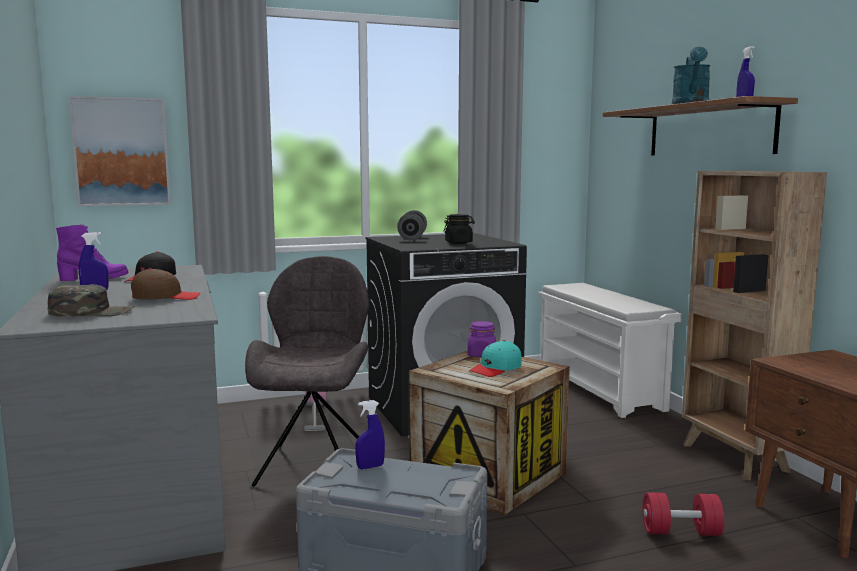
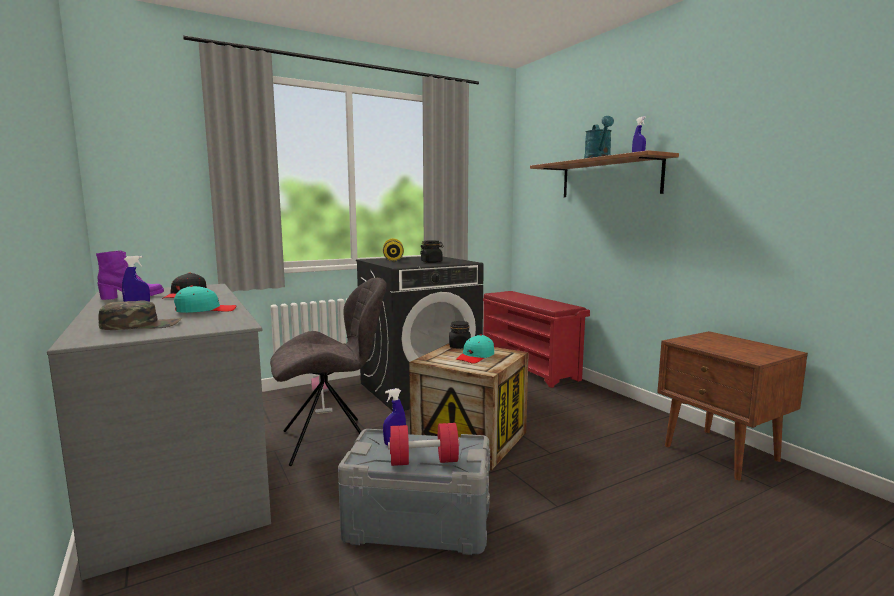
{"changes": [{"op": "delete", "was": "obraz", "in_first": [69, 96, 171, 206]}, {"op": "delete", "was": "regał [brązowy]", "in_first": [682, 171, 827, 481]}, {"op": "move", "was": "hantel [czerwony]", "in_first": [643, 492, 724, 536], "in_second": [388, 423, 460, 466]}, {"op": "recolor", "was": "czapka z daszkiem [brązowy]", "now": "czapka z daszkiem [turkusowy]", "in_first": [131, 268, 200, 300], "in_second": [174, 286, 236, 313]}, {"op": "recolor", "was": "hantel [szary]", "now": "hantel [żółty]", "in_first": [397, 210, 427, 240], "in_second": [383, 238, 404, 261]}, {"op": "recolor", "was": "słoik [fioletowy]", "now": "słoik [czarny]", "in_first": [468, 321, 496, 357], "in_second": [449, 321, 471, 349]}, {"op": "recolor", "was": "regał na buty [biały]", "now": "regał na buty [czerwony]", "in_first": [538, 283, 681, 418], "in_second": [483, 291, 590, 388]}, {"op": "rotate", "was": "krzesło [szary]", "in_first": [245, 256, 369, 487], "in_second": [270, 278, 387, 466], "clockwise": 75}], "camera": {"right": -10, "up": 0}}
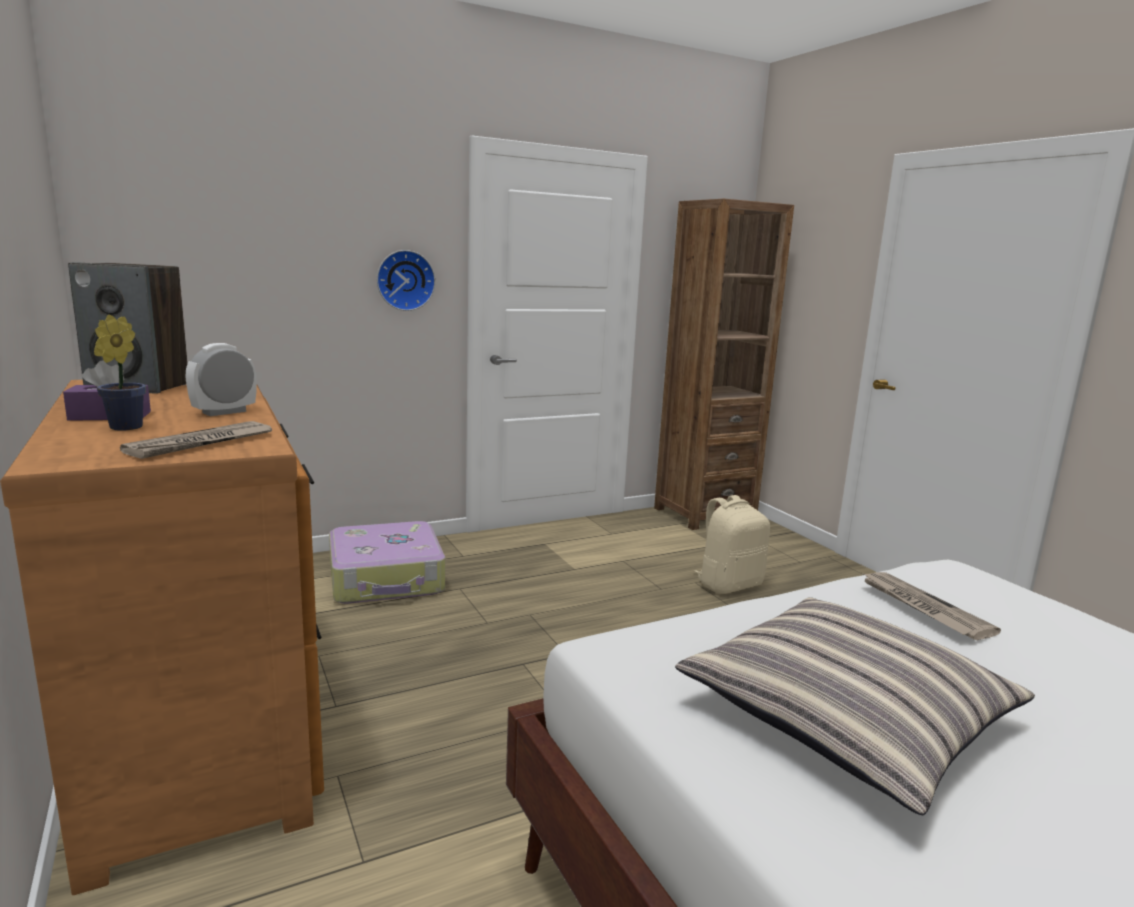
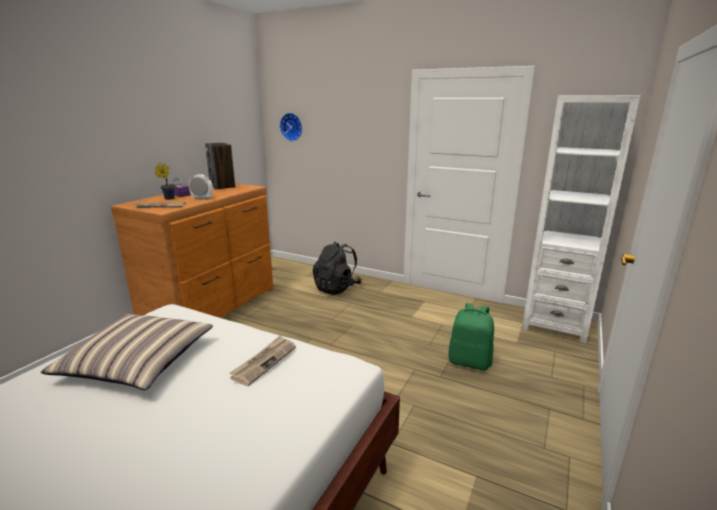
{"changes": [{"op": "move", "was": "zegar ścienny", "in_first": [377, 250, 436, 311], "in_second": [280, 113, 302, 141]}, {"op": "replace", "was": "walizka", "now": "plecak [czarny]", "in_first": [329, 521, 445, 604], "in_second": [313, 242, 362, 295]}, {"op": "recolor", "was": "regał [brązowy]", "now": "regał [biały]", "in_first": [654, 199, 794, 530], "in_second": [522, 95, 640, 343]}, {"op": "recolor", "was": "plecak [beżowy]", "now": "plecak [zielony]", "in_first": [694, 495, 770, 594], "in_second": [448, 303, 494, 371]}], "camera": {"right": 55, "up": 5}}
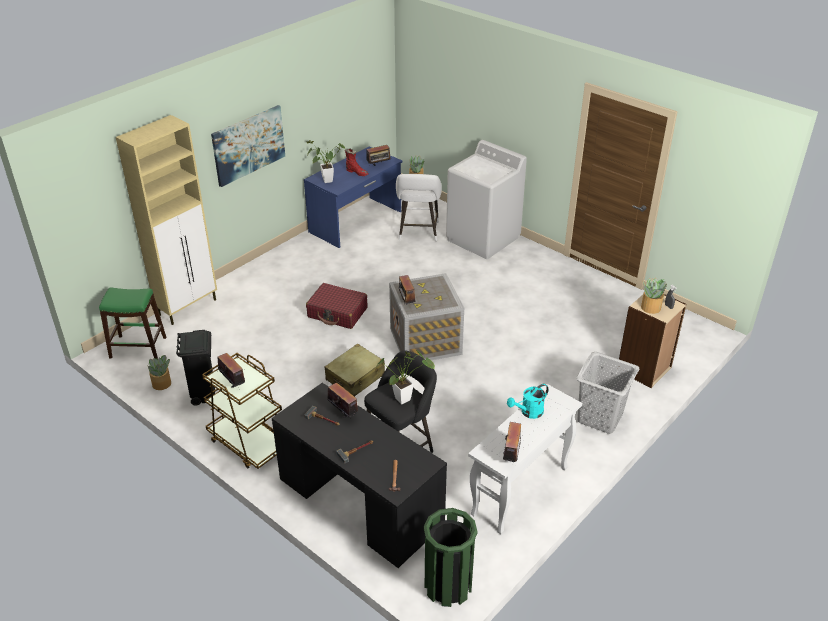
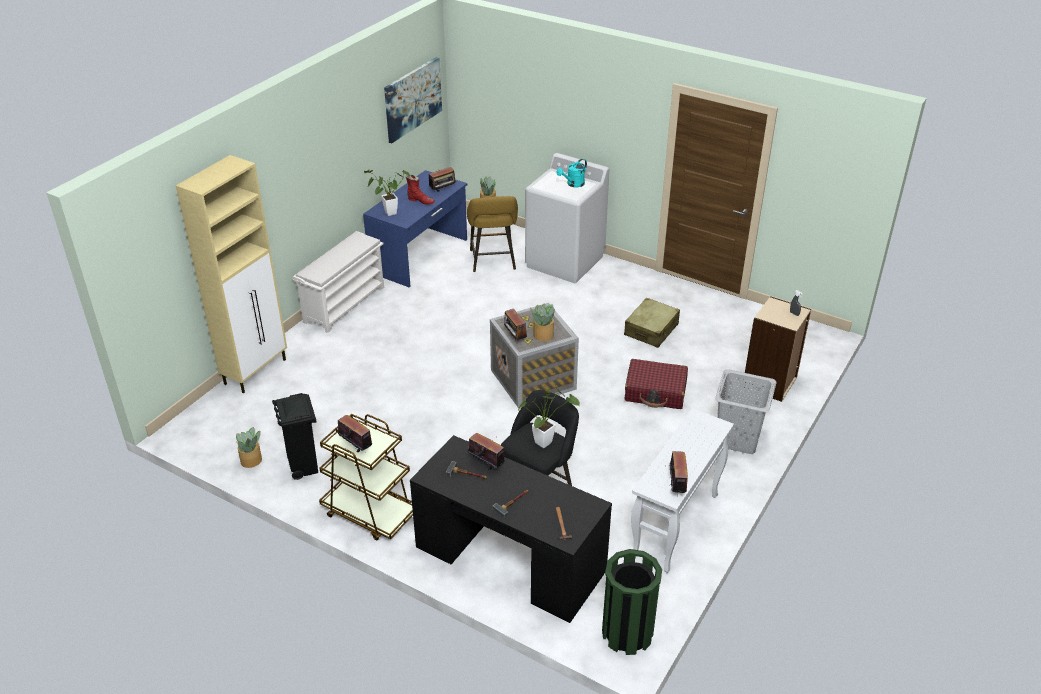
{"changes": [{"op": "delete", "was": "stołek [zielony]", "in_first": [99, 288, 166, 359]}, {"op": "insert", "now": "regał na buty [biały]", "in_second": [293, 231, 384, 333]}, {"op": "move", "was": "obraz", "in_first": [211, 105, 285, 187], "in_second": [384, 57, 442, 143]}, {"op": "move", "was": "walizka [czerwony]", "in_first": [306, 283, 368, 329], "in_second": [625, 359, 688, 409]}, {"op": "move", "was": "walizka [beżowy]", "in_first": [325, 344, 385, 397], "in_second": [624, 298, 680, 348]}, {"op": "move", "was": "konewka [turkusowy]", "in_first": [507, 384, 549, 419], "in_second": [557, 159, 587, 187]}, {"op": "move", "was": "roślina doniczkowa", "in_first": [641, 278, 667, 314], "in_second": [530, 304, 555, 341]}, {"op": "recolor", "was": "stołek [biały]", "now": "stołek [żółty]", "in_first": [396, 174, 442, 242], "in_second": [467, 196, 518, 272]}], "camera": {"right": -10, "up": 0}}
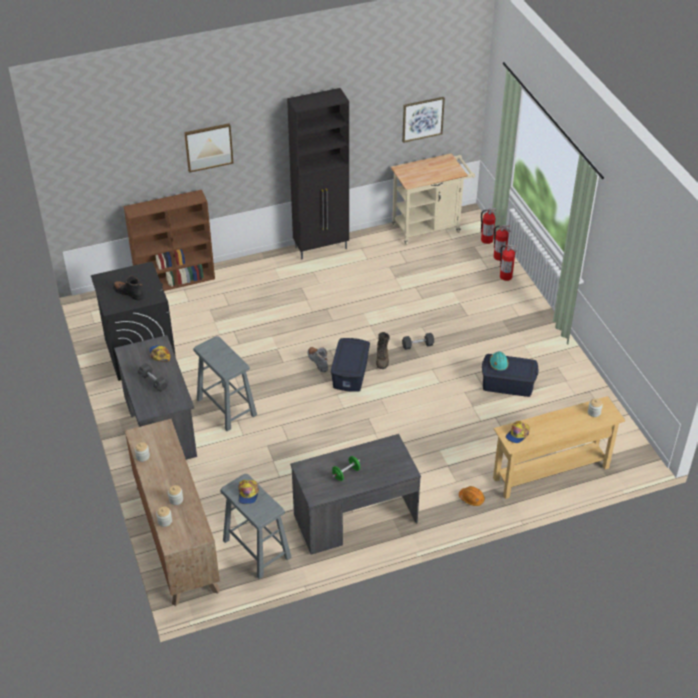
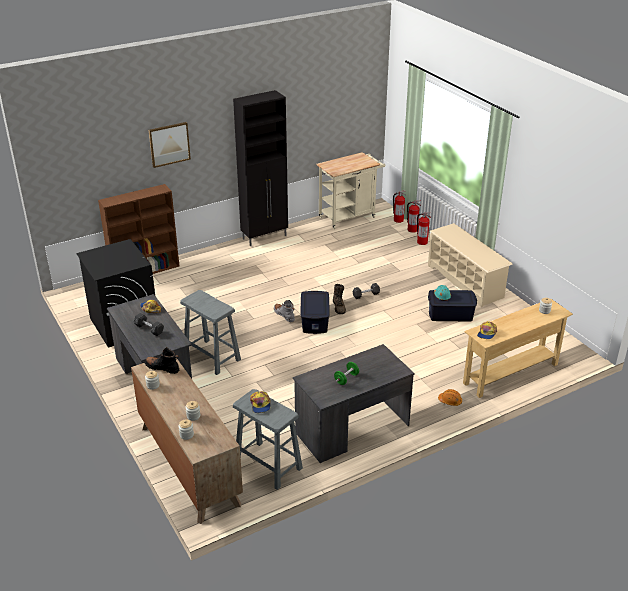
{"changes": [{"op": "delete", "was": "obraz", "in_first": [402, 97, 445, 143]}, {"op": "insert", "now": "regał na buty [beżowy]", "in_second": [428, 223, 513, 307]}, {"op": "move", "was": "but z cholewką [czarny]", "in_first": [113, 275, 144, 300], "in_second": [145, 347, 179, 374]}], "camera": {"right": -10, "up": -10}}
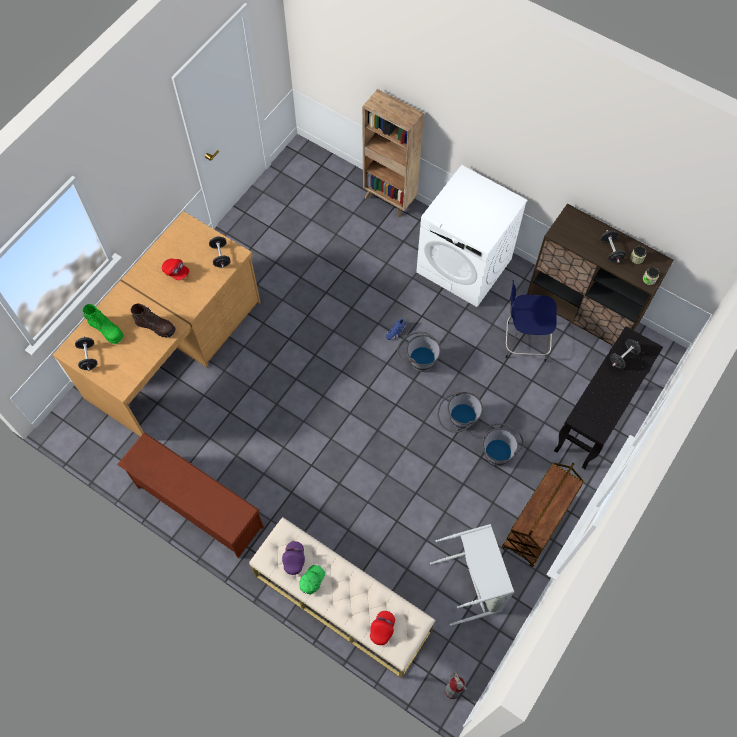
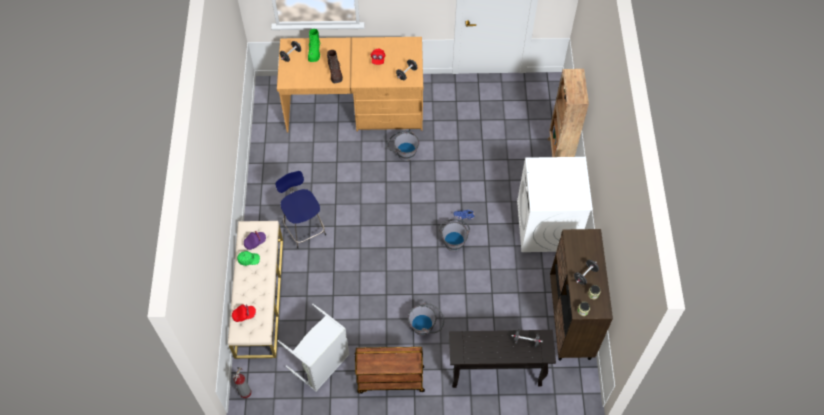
{"changes": [{"op": "delete", "was": "regał na buty [brązowy]", "in_first": [117, 432, 264, 558]}, {"op": "move", "was": "wiadro [szary]", "in_first": [437, 392, 483, 433], "in_second": [387, 130, 419, 161]}, {"op": "move", "was": "stołek [niebieski]", "in_first": [505, 280, 557, 362], "in_second": [276, 171, 326, 249]}], "camera": {"right": 55, "up": -5}}
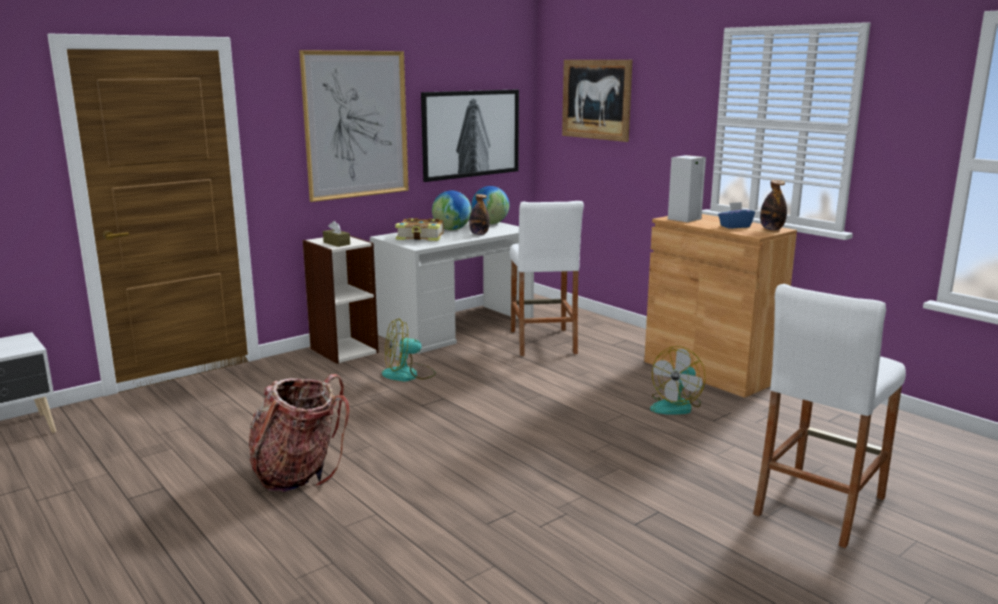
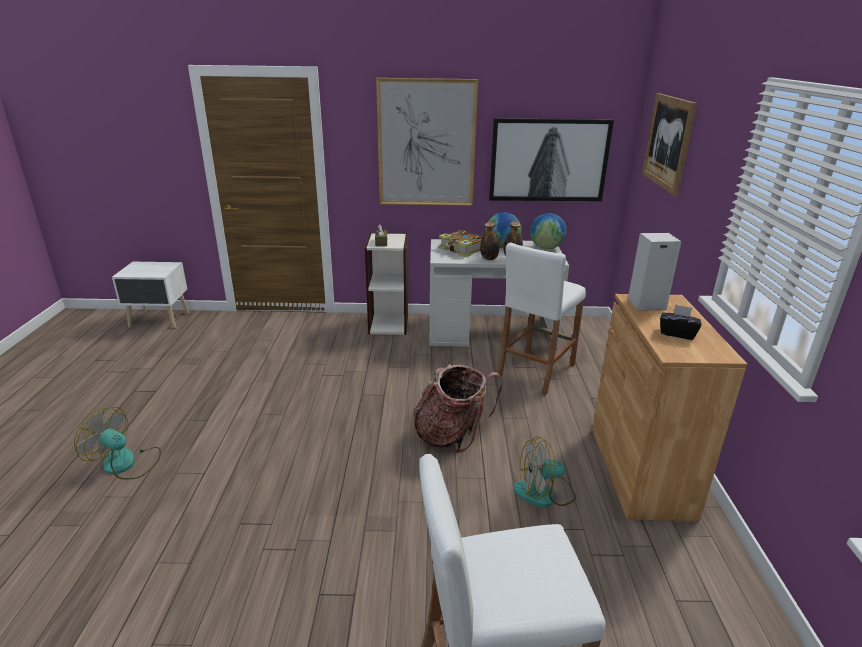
{"changes": [{"op": "move", "was": "plecak", "in_first": [249, 374, 350, 492], "in_second": [413, 364, 503, 453]}, {"op": "move", "was": "wentylator", "in_first": [382, 319, 436, 381], "in_second": [74, 407, 161, 479]}, {"op": "move", "was": "butelka", "in_first": [760, 180, 787, 230], "in_second": [480, 222, 499, 260]}, {"op": "recolor", "was": "pudełko chusteczek [niebieski]", "now": "pudełko chusteczek [czarny]", "in_first": [718, 202, 755, 229], "in_second": [660, 304, 701, 340]}], "camera": {"right": 40, "up": 10}}
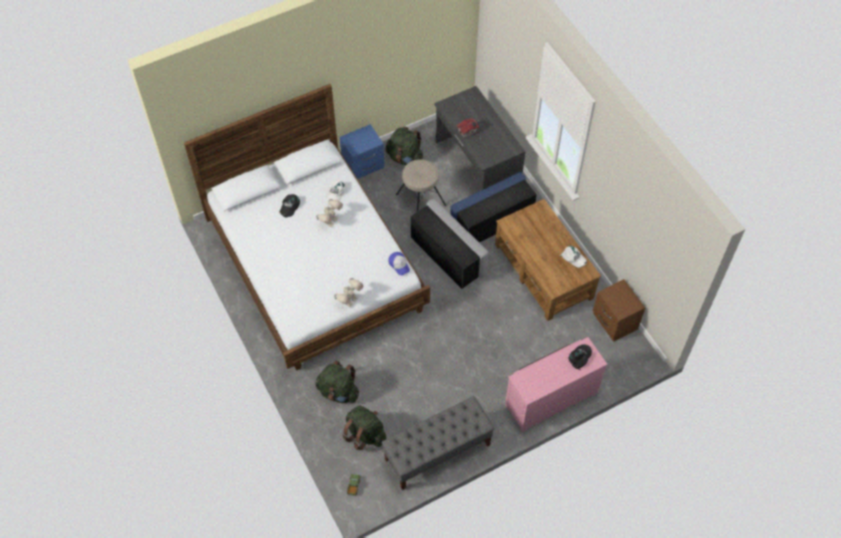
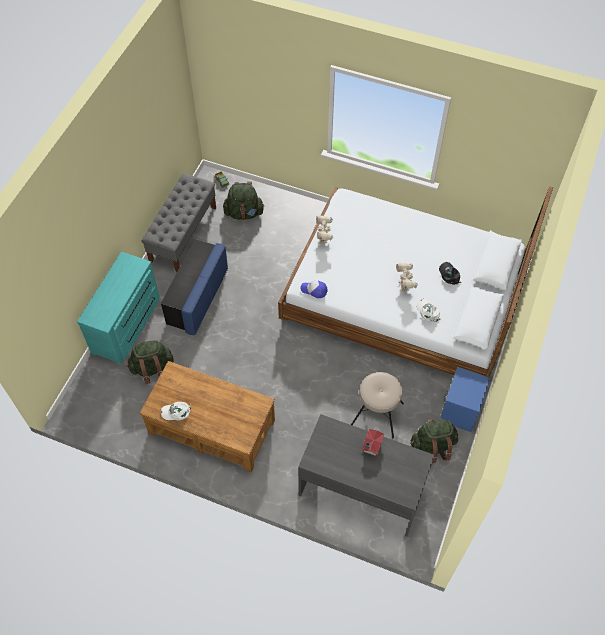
{"changes": [{"op": "delete", "was": "pufa [szary]", "in_first": [410, 199, 489, 289]}, {"op": "delete", "was": "czapka z daszkiem [czarny]", "in_first": [568, 344, 592, 370]}, {"op": "delete", "was": "szafka nocna [brązowy]", "in_first": [593, 279, 645, 342]}, {"op": "move", "was": "plecak [zielony]", "in_first": [315, 360, 359, 403], "in_second": [127, 340, 174, 384]}, {"op": "move", "was": "pufa [niebieski]", "in_first": [450, 172, 537, 243], "in_second": [161, 239, 228, 335]}, {"op": "recolor", "was": "komoda [różowy]", "now": "komoda [turkusowy]", "in_first": [505, 337, 607, 432], "in_second": [77, 252, 160, 365]}], "camera": {"right": 140, "up": 0}}
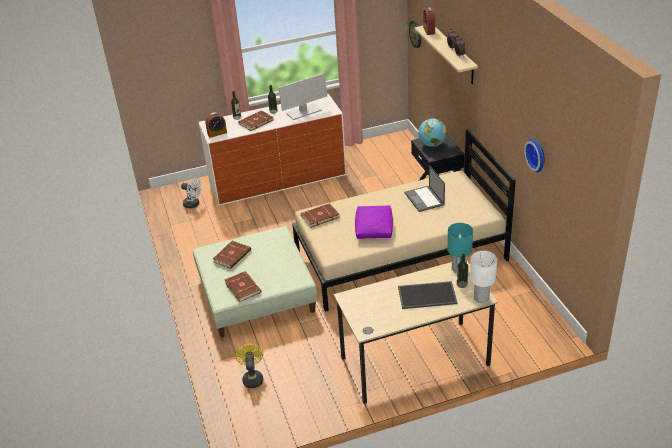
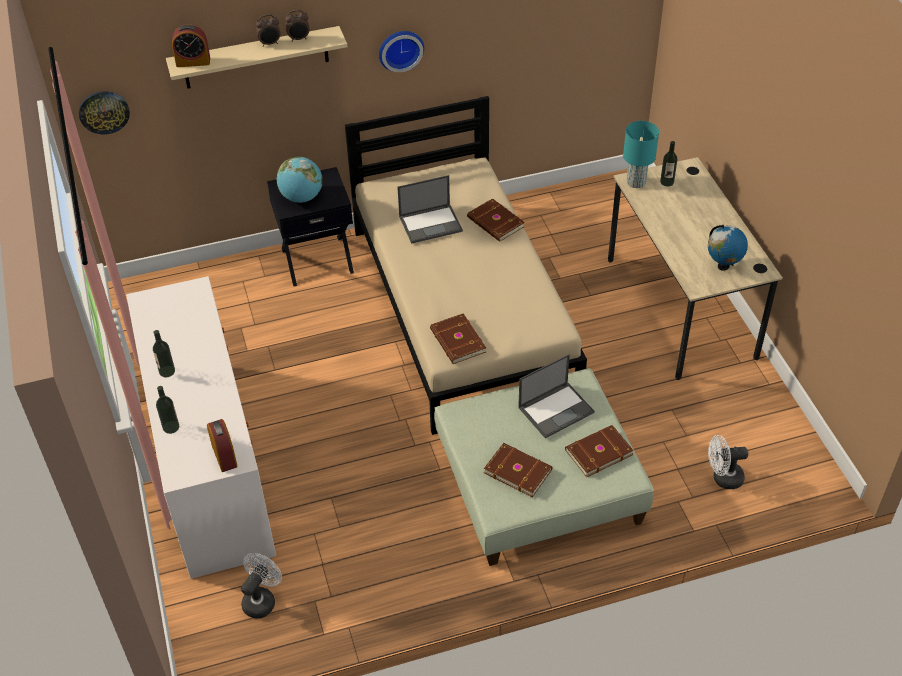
{"changes": [{"op": "delete", "was": "monitor", "in_first": [278, 73, 327, 120]}, {"op": "delete", "was": "poduszka [fioletowy]", "in_first": [355, 205, 393, 239]}, {"op": "delete", "was": "taca", "in_first": [398, 281, 458, 309]}, {"op": "delete", "was": "lampa stołowa [biały]", "in_first": [470, 251, 497, 303]}, {"op": "insert", "now": "laptop", "in_second": [518, 354, 595, 438]}, {"op": "insert", "now": "globus", "in_second": [708, 225, 748, 271]}, {"op": "move", "was": "książka [brązowy]", "in_first": [238, 110, 273, 131], "in_second": [467, 198, 525, 242]}, {"op": "move", "was": "zegar ścienny", "in_first": [524, 139, 545, 172], "in_second": [379, 31, 424, 72]}, {"op": "recolor", "was": "wentylator [żółty]", "now": "wentylator [biały]", "in_first": [236, 344, 263, 388], "in_second": [708, 435, 748, 489]}], "camera": {"right": -90, "up": 10}}
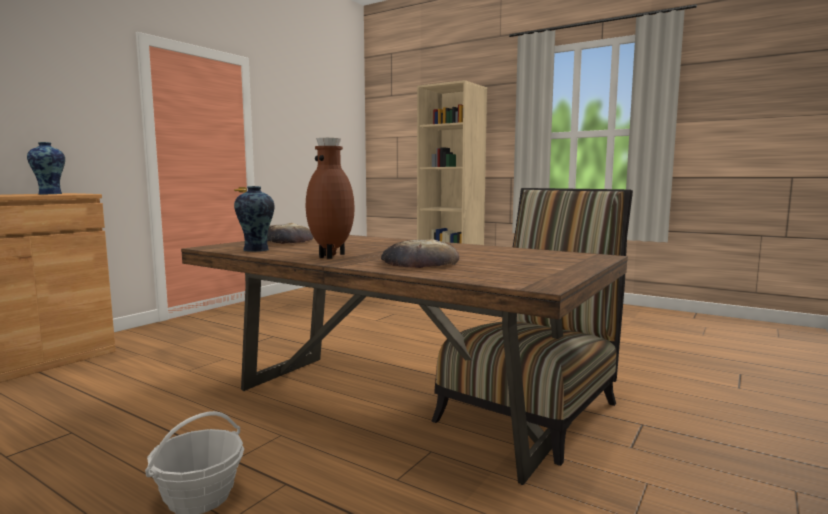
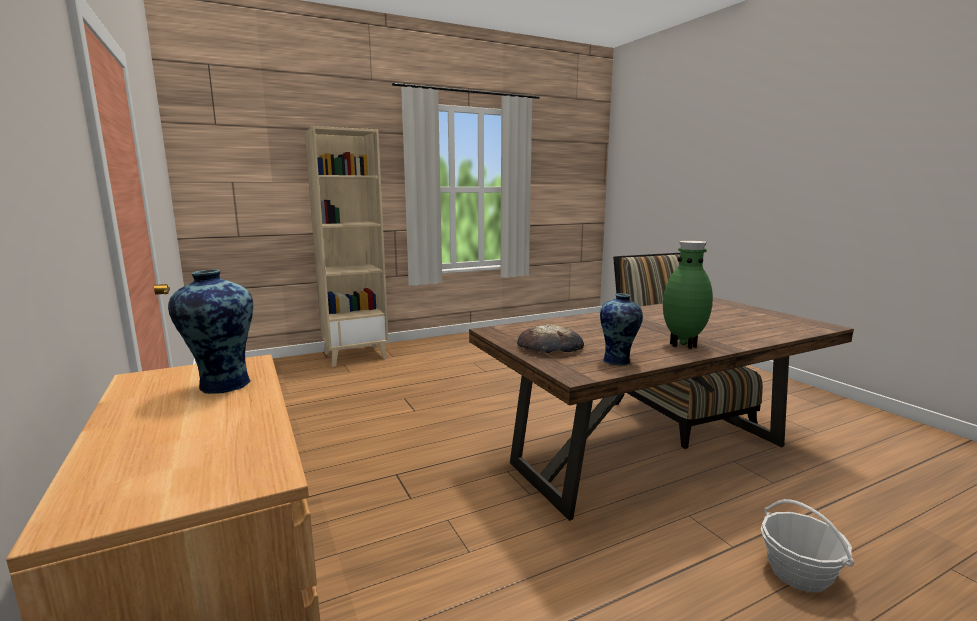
{"changes": [{"op": "delete", "was": "chleb", "in_first": [381, 239, 459, 268]}, {"op": "recolor", "was": "wazon [brązowy]", "now": "wazon [zielony]", "in_first": [306, 138, 355, 259], "in_second": [663, 241, 713, 349]}], "camera": {"right": -60, "up": 5}}
